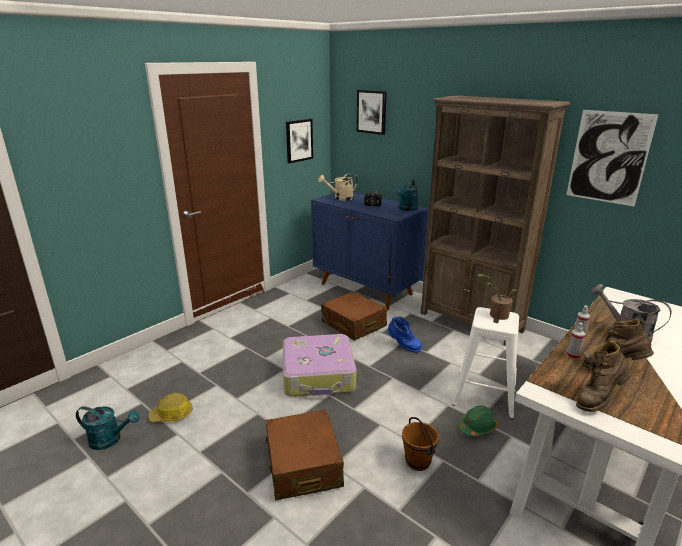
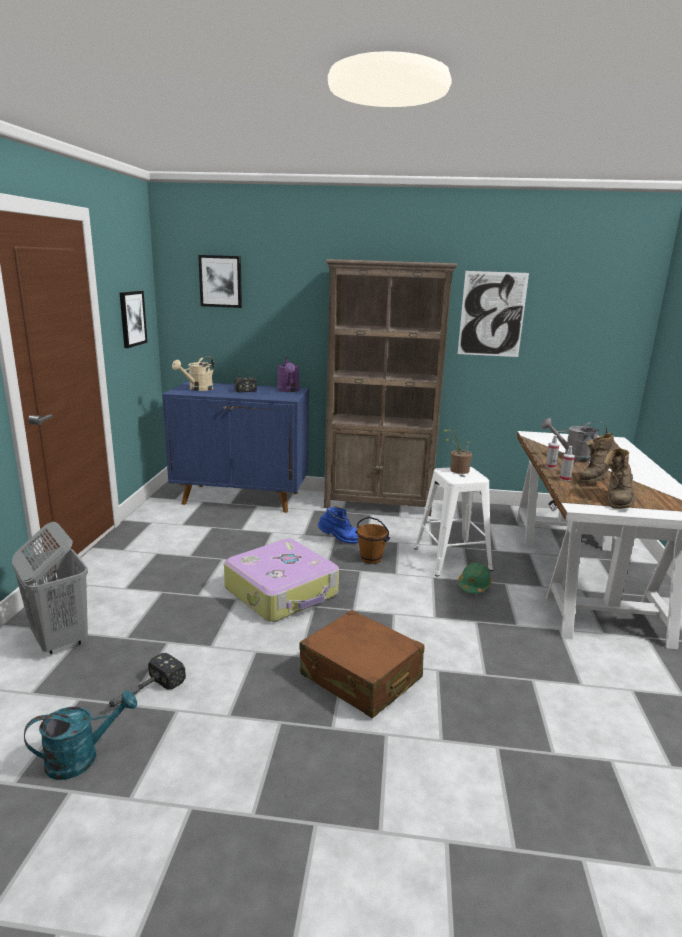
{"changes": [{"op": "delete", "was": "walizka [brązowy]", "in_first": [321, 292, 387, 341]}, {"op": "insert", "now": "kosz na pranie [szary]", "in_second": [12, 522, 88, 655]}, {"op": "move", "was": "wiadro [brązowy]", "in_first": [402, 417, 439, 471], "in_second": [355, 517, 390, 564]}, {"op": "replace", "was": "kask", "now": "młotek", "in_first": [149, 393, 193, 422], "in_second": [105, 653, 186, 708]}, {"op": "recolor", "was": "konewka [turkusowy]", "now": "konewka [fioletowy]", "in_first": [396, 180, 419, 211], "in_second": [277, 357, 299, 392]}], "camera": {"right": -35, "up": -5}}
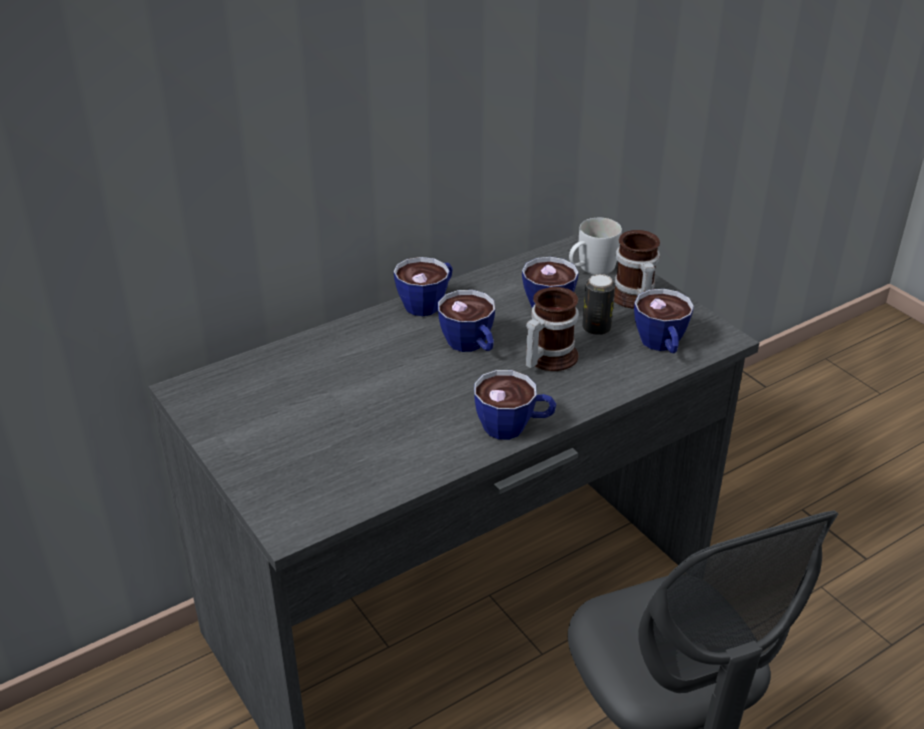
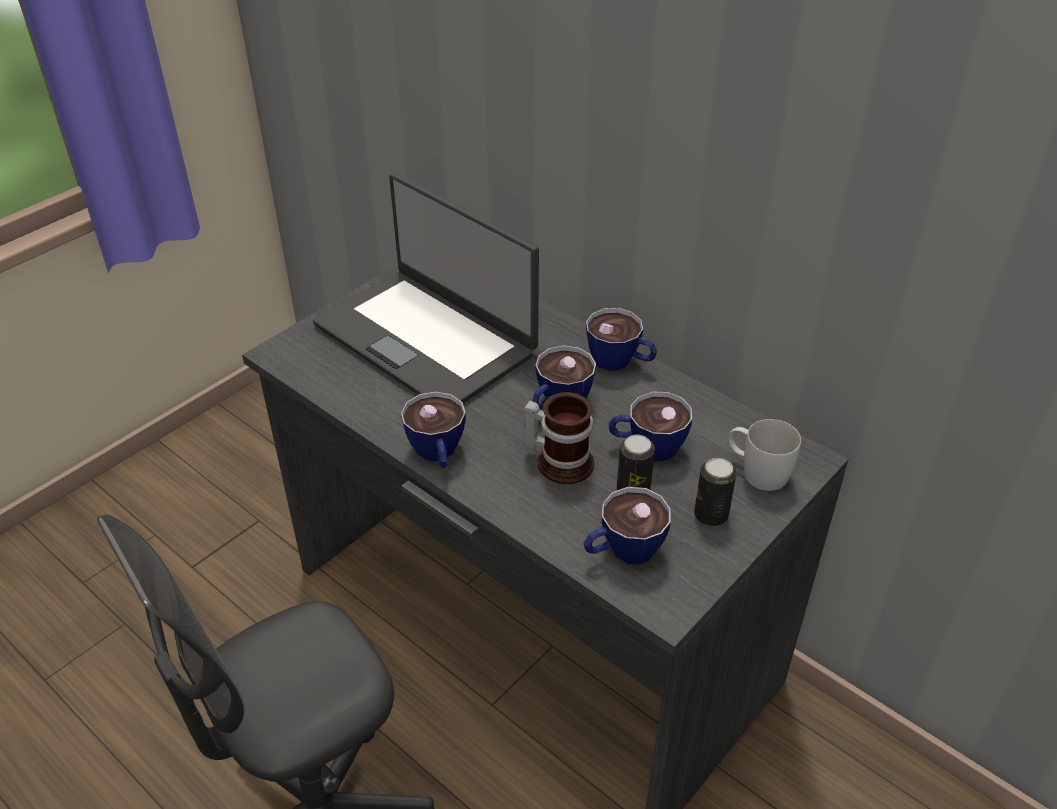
{"changes": [{"op": "insert", "now": "laptop", "in_second": [313, 173, 539, 403]}, {"op": "replace", "was": "kubek", "now": "puszka", "in_first": [614, 230, 660, 309], "in_second": [694, 458, 737, 526]}], "camera": {"right": 75, "up": 5}}
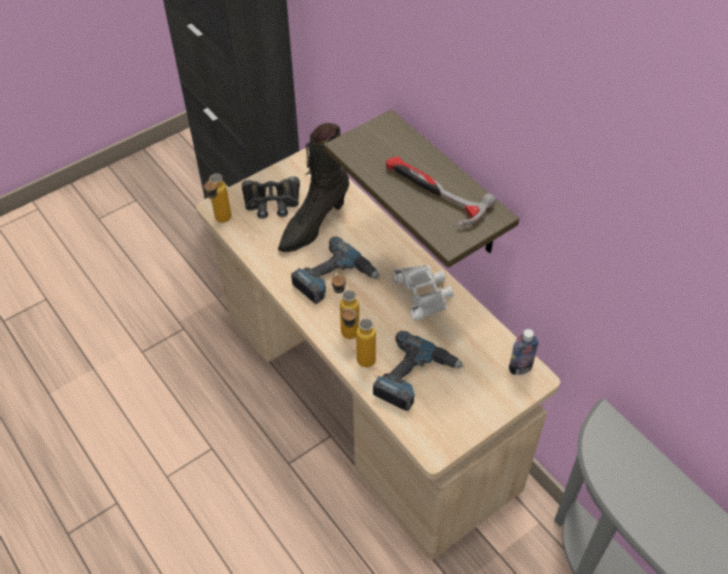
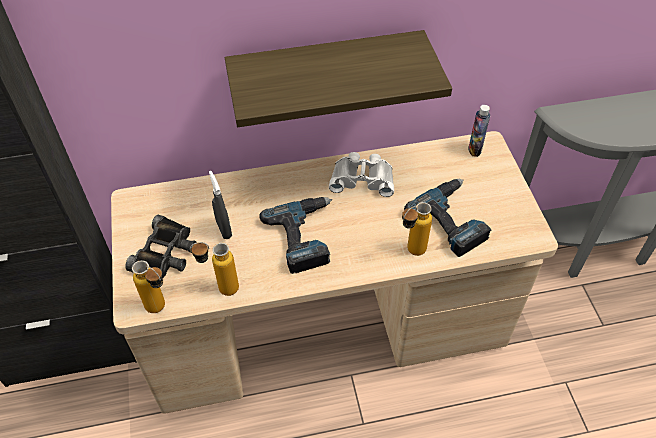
{"changes": [{"op": "delete", "was": "młotek", "in_first": [386, 157, 496, 226]}, {"op": "move", "was": "butelka", "in_first": [332, 272, 359, 339], "in_second": [190, 242, 239, 296]}, {"op": "replace", "was": "but z cholewką [czarny]", "now": "spryskiwacz [szary]", "in_first": [278, 123, 349, 252], "in_second": [209, 171, 232, 239]}], "camera": {"right": -65, "up": 0}}
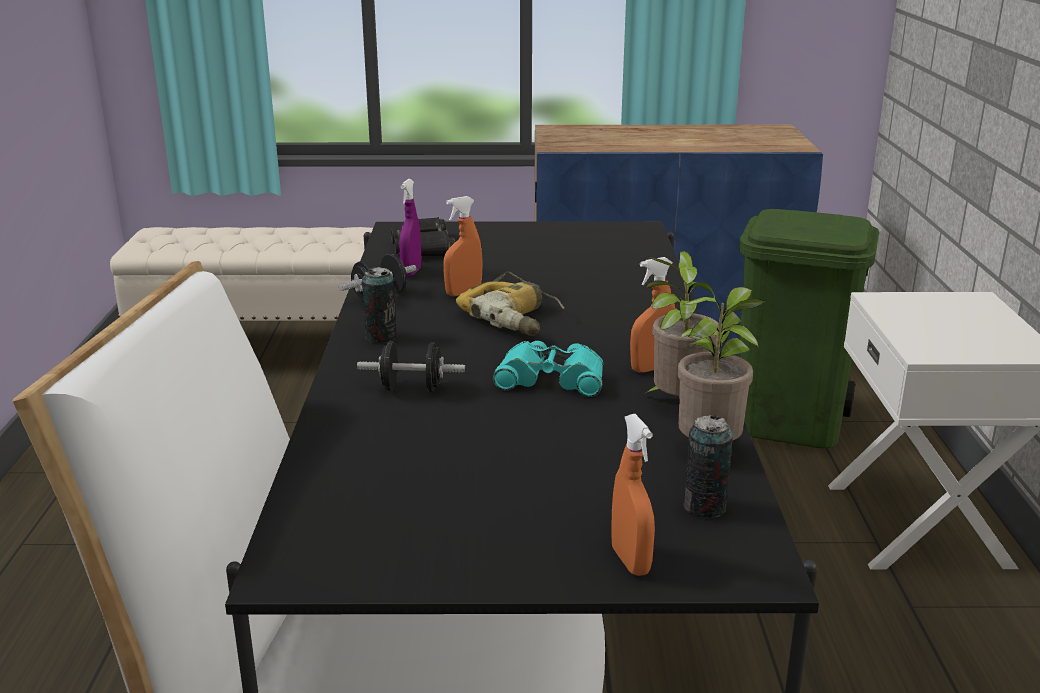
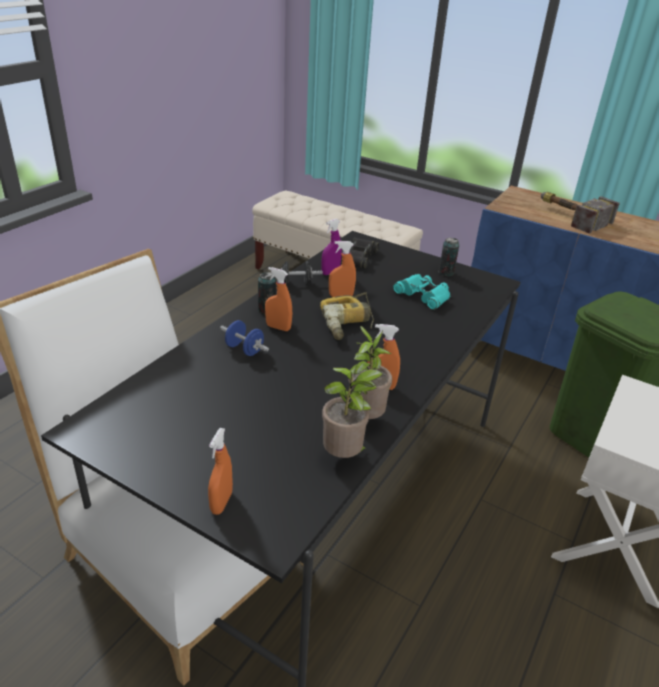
{"changes": [{"op": "insert", "now": "spryskiwacz [pomarańczowy]", "in_second": [265, 267, 292, 331]}, {"op": "insert", "now": "młotek", "in_second": [541, 192, 620, 234]}, {"op": "move", "was": "lornetka [turkusowy]", "in_first": [493, 341, 603, 397], "in_second": [393, 274, 451, 310]}, {"op": "move", "was": "puszka", "in_first": [684, 415, 733, 518], "in_second": [438, 238, 459, 276]}, {"op": "recolor", "was": "hantel [czarny]", "now": "hantel [niebieski]", "in_first": [357, 341, 465, 392], "in_second": [220, 320, 269, 356]}], "camera": {"right": 30, "up": 10}}
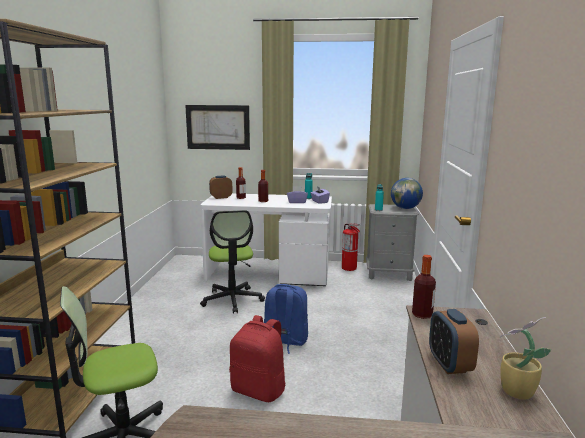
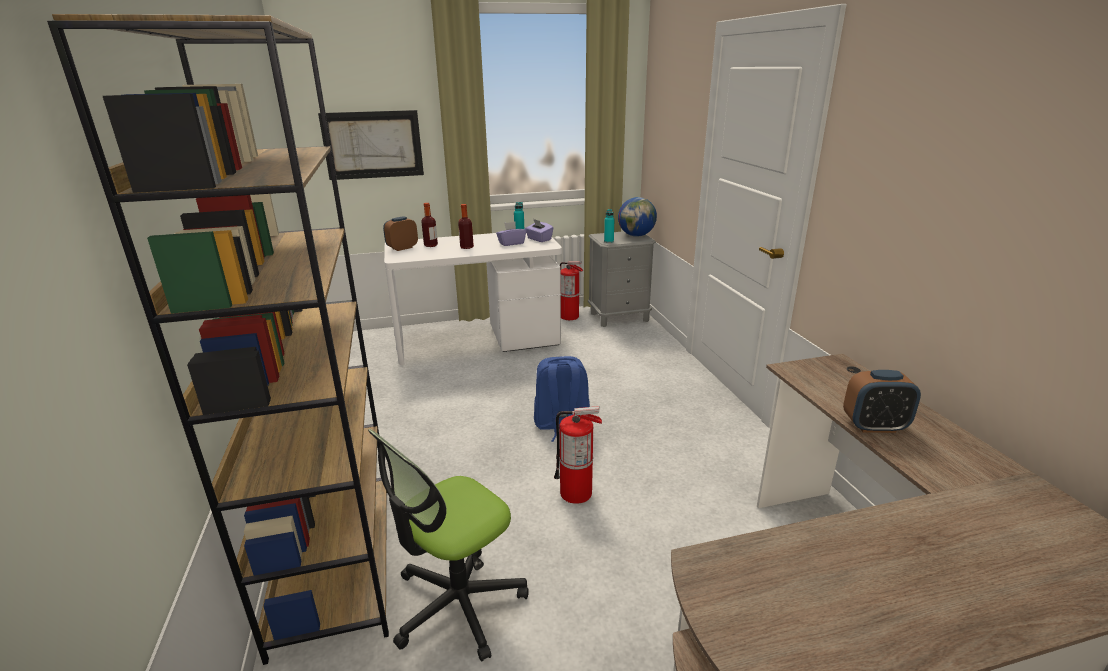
{"changes": [{"op": "delete", "was": "krzesło biurowe", "in_first": [200, 210, 265, 314]}, {"op": "delete", "was": "butelka", "in_first": [412, 255, 436, 319]}, {"op": "delete", "was": "roślina doniczkowa", "in_first": [499, 317, 551, 400]}, {"op": "replace", "was": "plecak [czerwony]", "now": "gaśnica", "in_first": [229, 315, 286, 402], "in_second": [554, 406, 602, 504]}, {"op": "rotate", "was": "budzik", "in_first": [429, 309, 479, 374], "in_second": [843, 370, 921, 433], "clockwise": -60}], "camera": {"right": -20, "up": 10}}
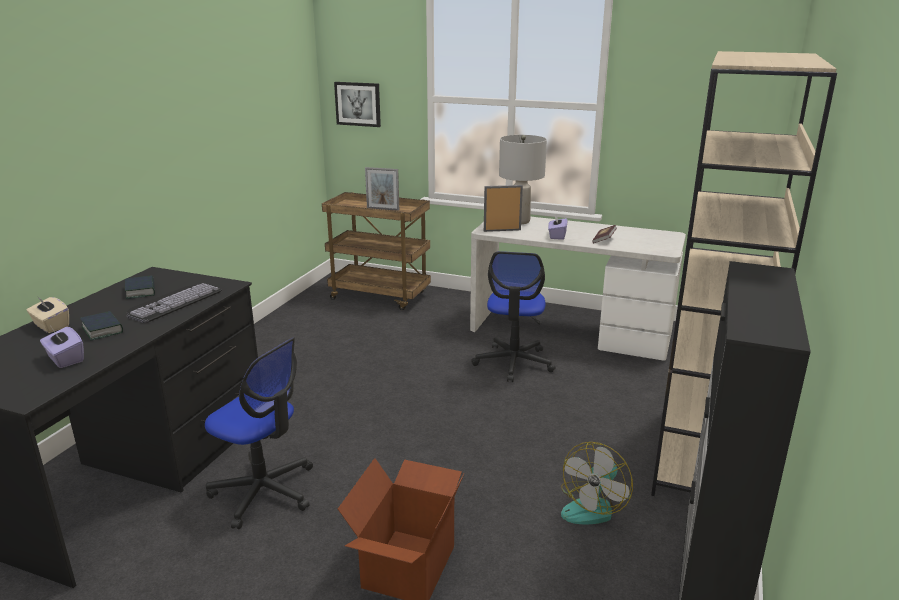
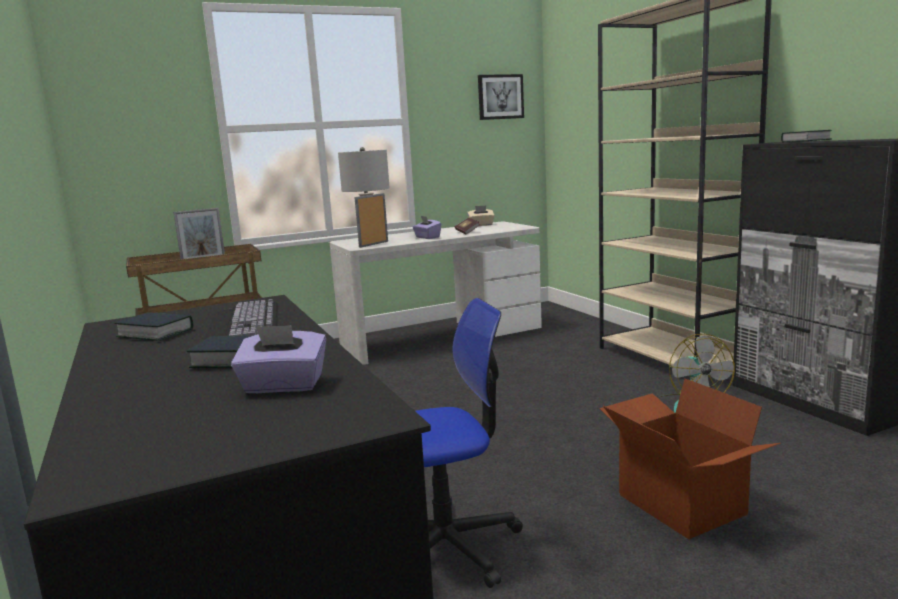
{"changes": [{"op": "delete", "was": "krzesło biurowe", "in_first": [471, 251, 556, 382]}, {"op": "insert", "now": "książka", "in_second": [781, 130, 832, 142]}, {"op": "move", "was": "pudełko chusteczek [beżowy]", "in_first": [26, 296, 69, 333], "in_second": [467, 206, 495, 226]}, {"op": "move", "was": "obraz", "in_first": [334, 82, 381, 127], "in_second": [478, 74, 524, 120]}], "camera": {"right": -45, "up": -10}}
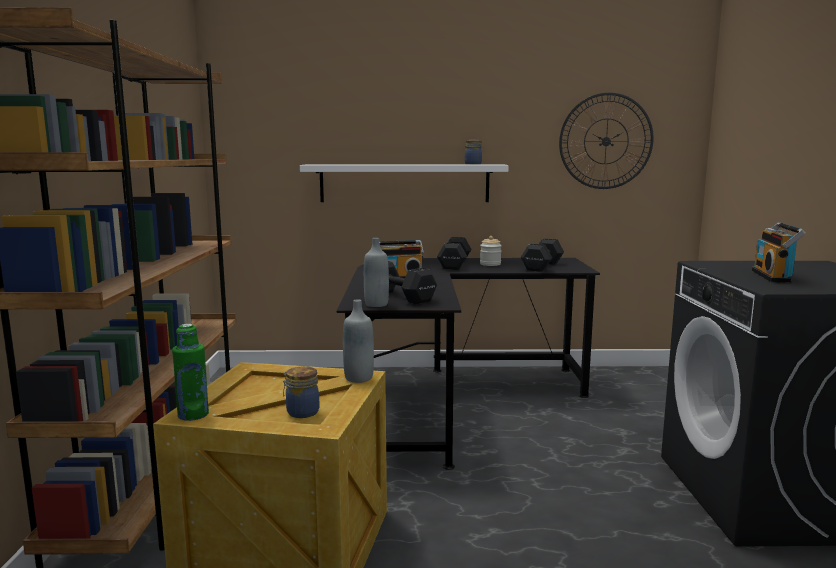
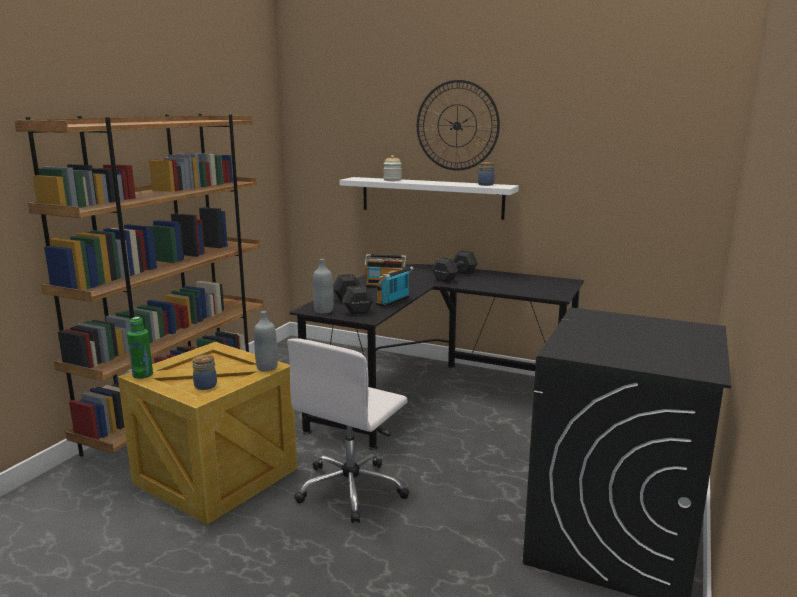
{"changes": [{"op": "delete", "was": "hantel [czarny]", "in_first": [521, 239, 564, 272]}, {"op": "insert", "now": "krzesło biurowe [biały]", "in_second": [287, 339, 409, 523]}, {"op": "move", "was": "słoik", "in_first": [480, 236, 502, 266], "in_second": [384, 155, 402, 181]}, {"op": "move", "was": "zegar ścienny", "in_first": [559, 92, 654, 189], "in_second": [417, 80, 500, 171]}, {"op": "move", "was": "radio", "in_first": [752, 222, 806, 283], "in_second": [376, 266, 414, 307]}], "camera": {"right": 25, "up": 5}}
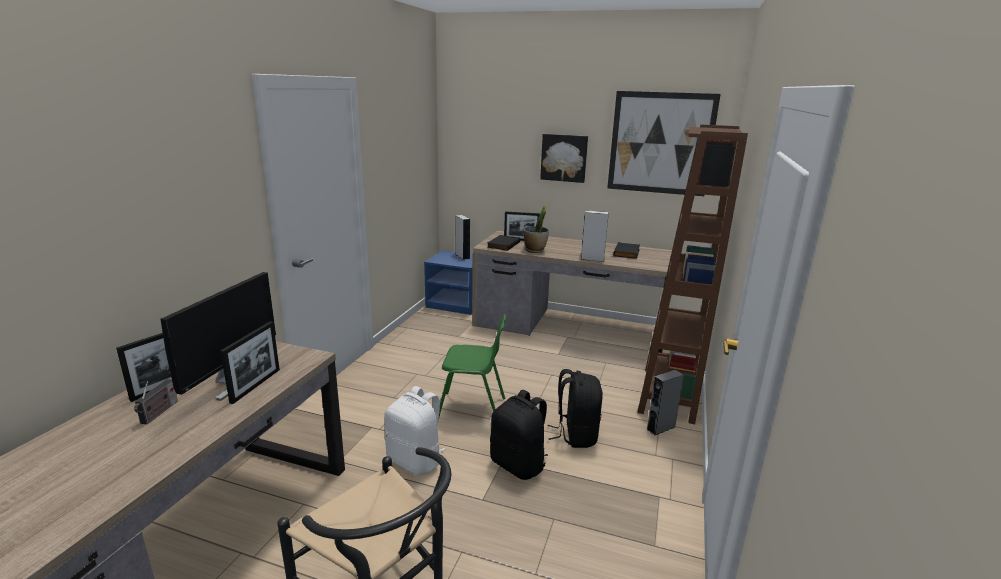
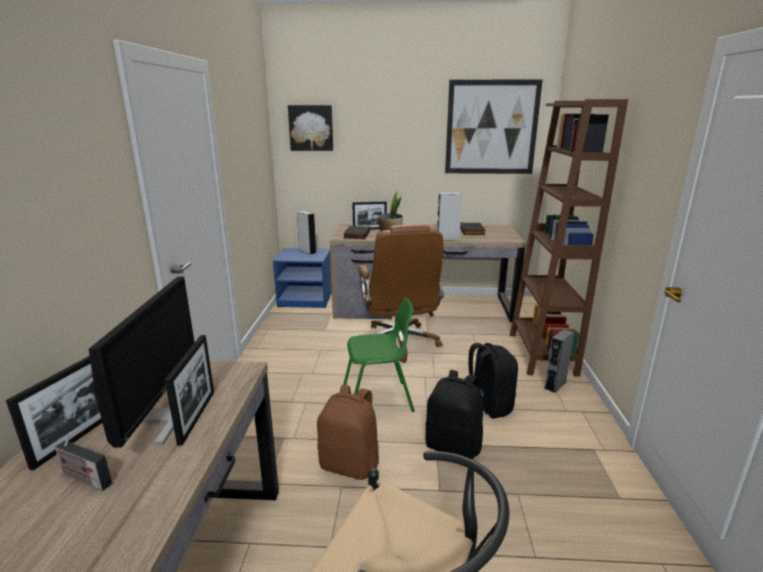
{"changes": [{"op": "insert", "now": "krzesło biurowe [brązowy]", "in_second": [357, 224, 444, 363]}, {"op": "move", "was": "obraz", "in_first": [540, 134, 588, 183], "in_second": [288, 105, 333, 151]}, {"op": "recolor", "was": "plecak [biały]", "now": "plecak [brązowy]", "in_first": [384, 386, 445, 475], "in_second": [317, 385, 379, 480]}, {"op": "rotate", "was": "radio", "in_first": [134, 379, 178, 425], "in_second": [55, 433, 112, 491], "clockwise": 120}], "camera": {"right": -15, "up": 0}}
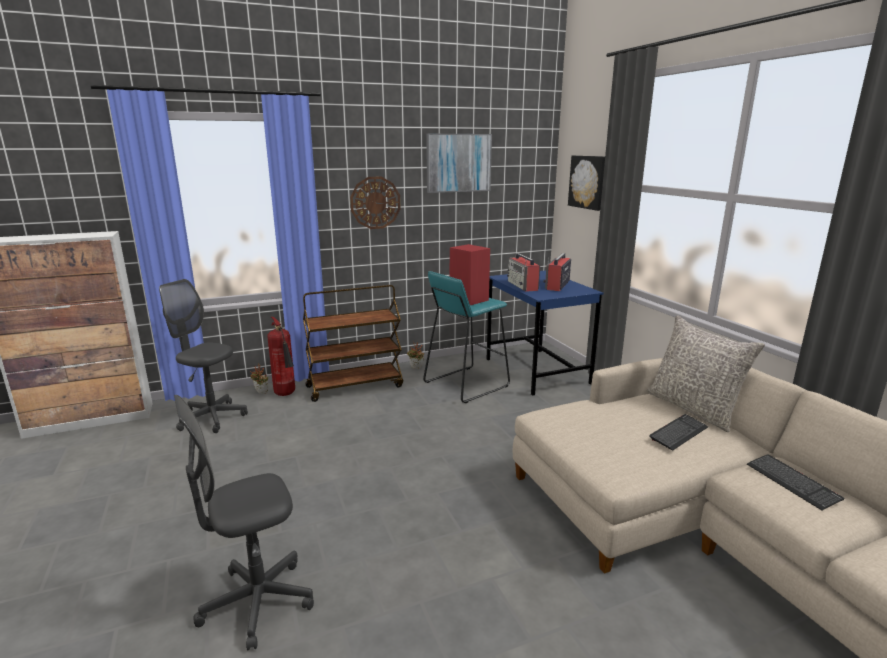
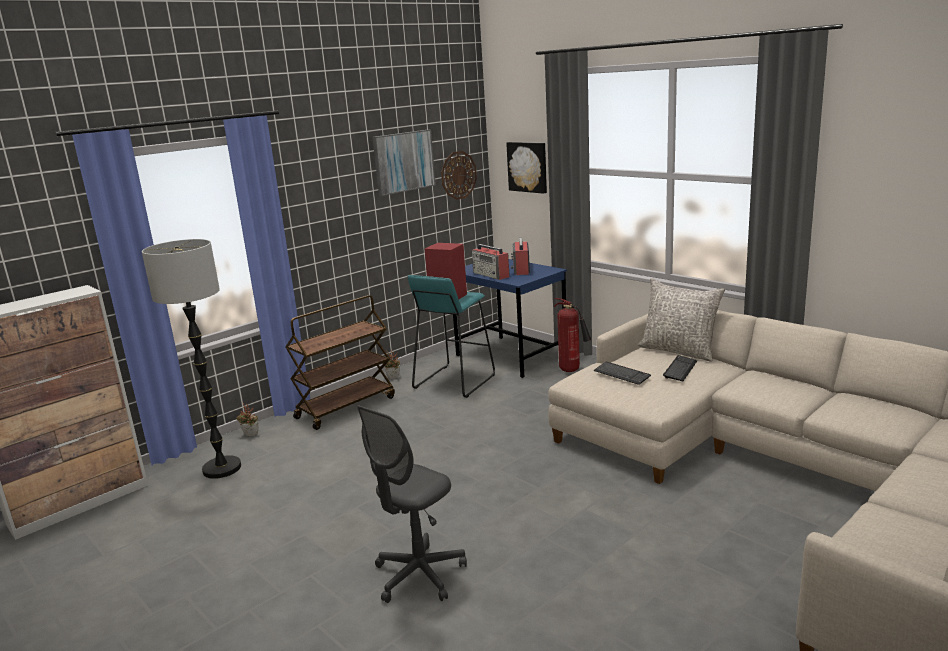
{"changes": [{"op": "move", "was": "gaśnica", "in_first": [267, 317, 295, 396], "in_second": [554, 298, 591, 372]}, {"op": "move", "was": "zegar ścienny", "in_first": [350, 177, 400, 229], "in_second": [441, 151, 477, 200]}, {"op": "move", "was": "klawiatura", "in_first": [747, 454, 844, 510], "in_second": [594, 362, 651, 385]}, {"op": "replace", "was": "krzesło biurowe [szary]", "now": "lampa stojąca", "in_first": [159, 279, 248, 433], "in_second": [142, 239, 241, 479]}], "camera": {"right": -20, "up": 0}}
